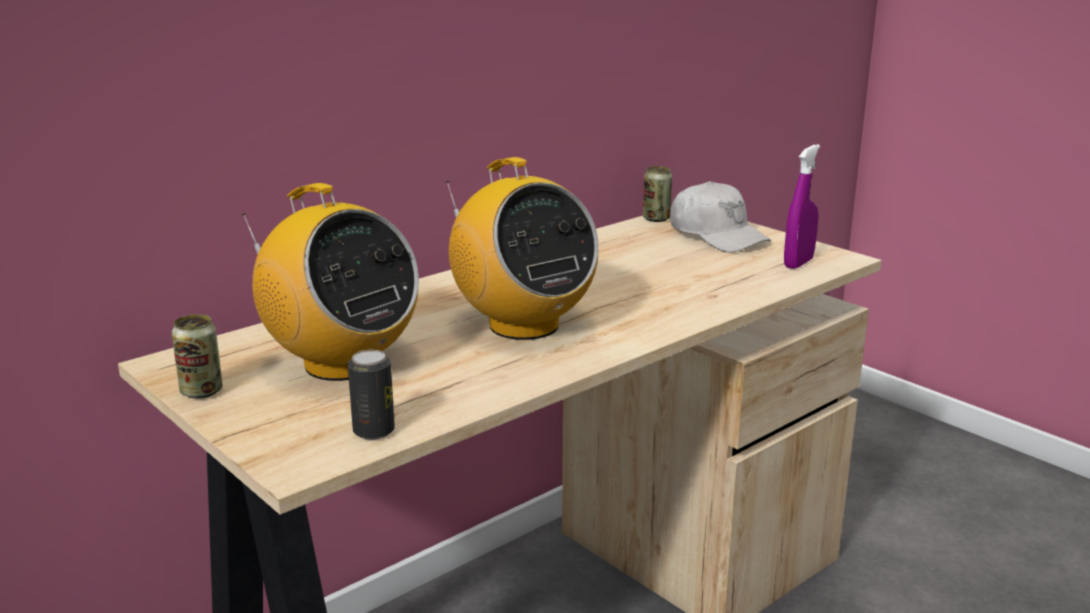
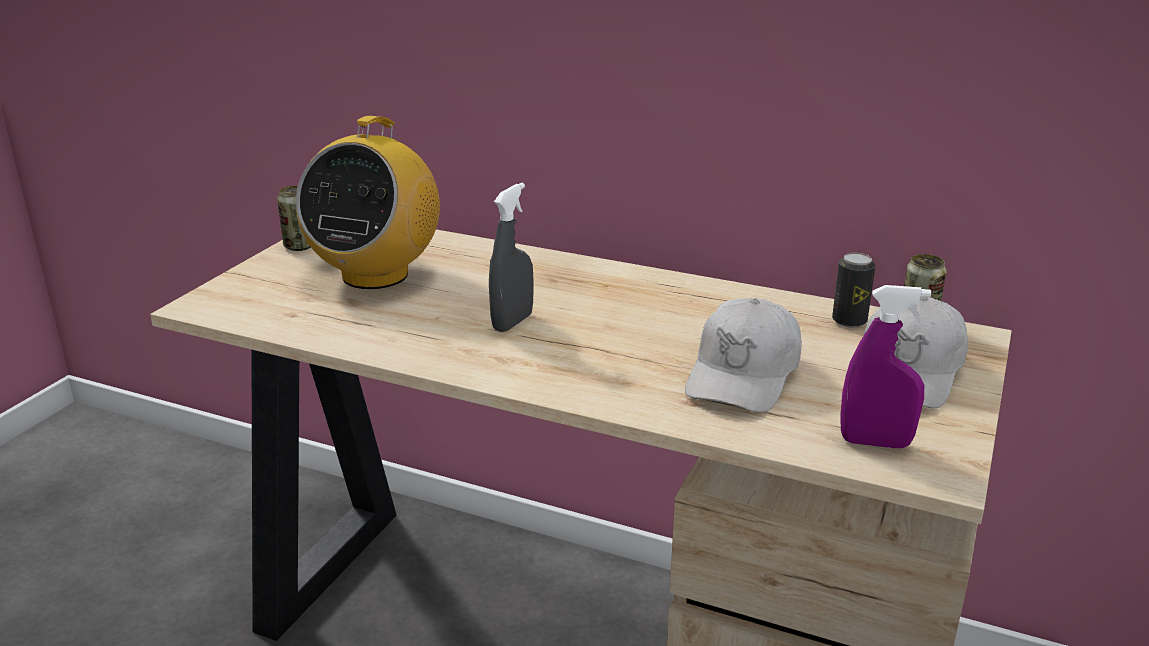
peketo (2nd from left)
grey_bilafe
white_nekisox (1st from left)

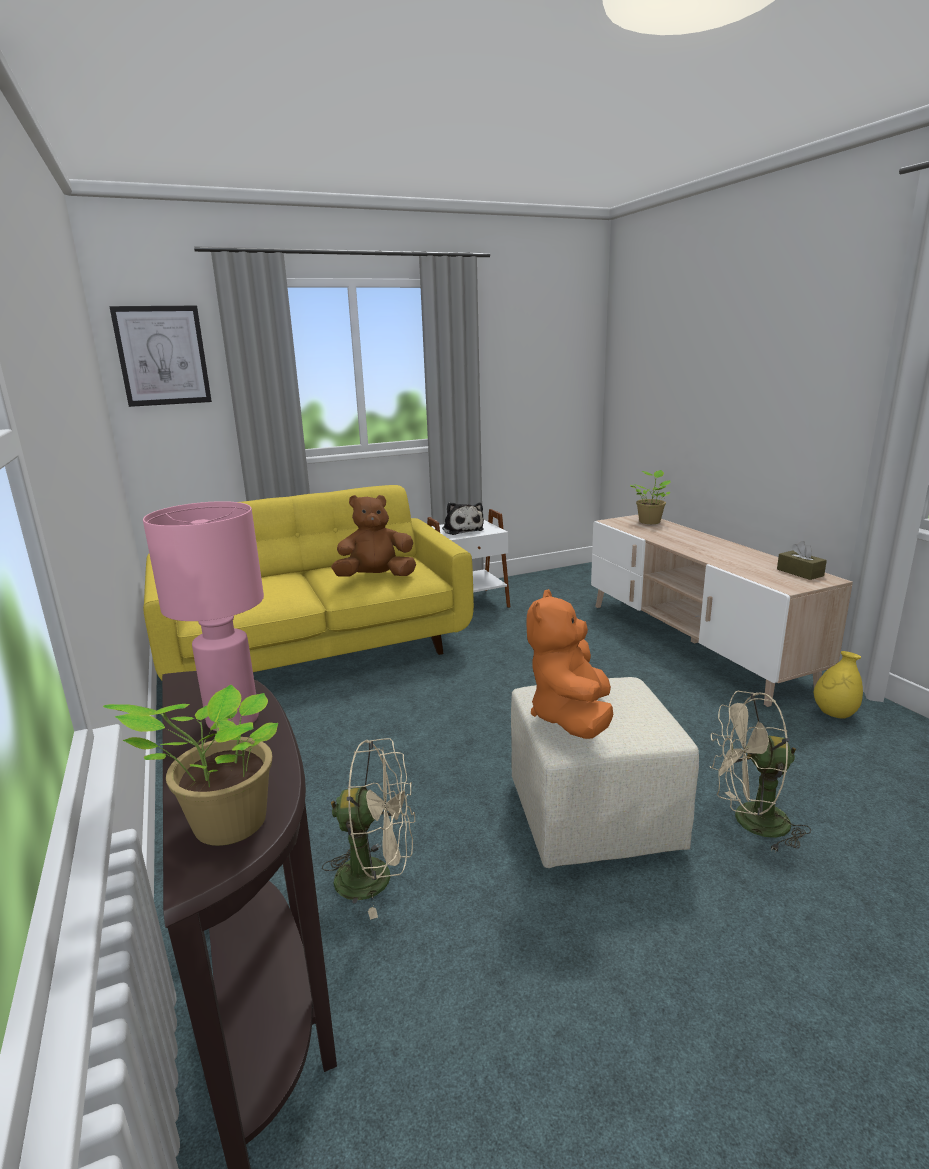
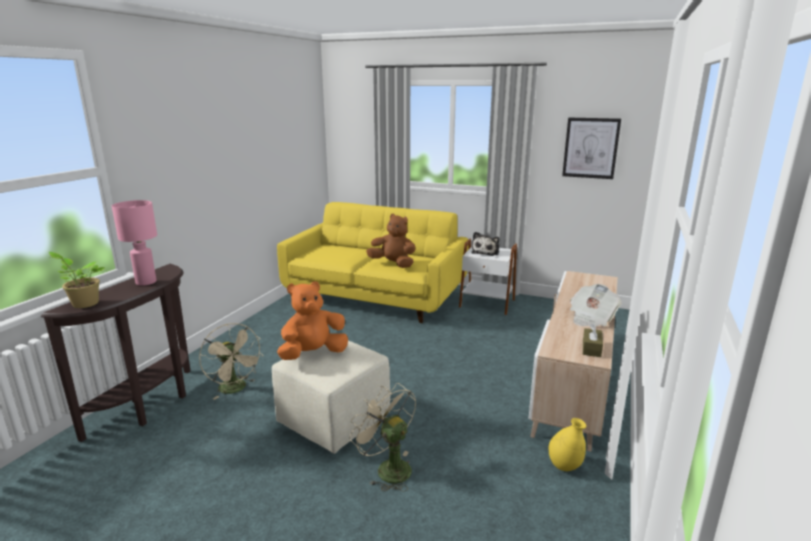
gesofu
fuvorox (2nd from left in the first image)
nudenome

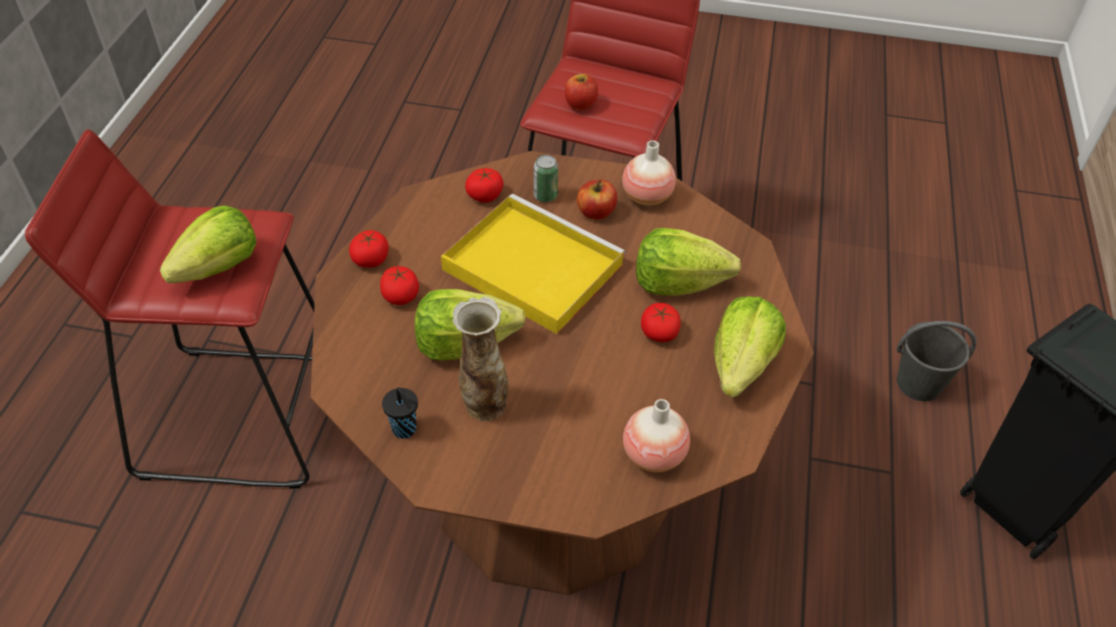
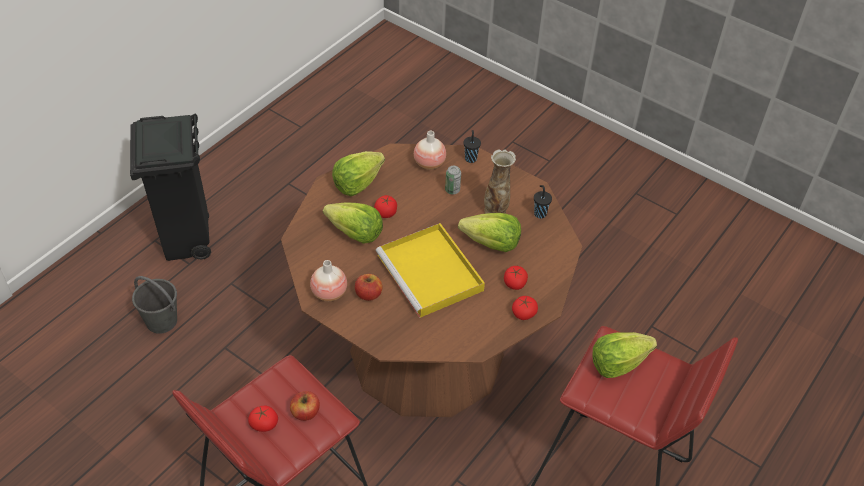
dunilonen (1st from left)
peketo
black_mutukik (1st from left)

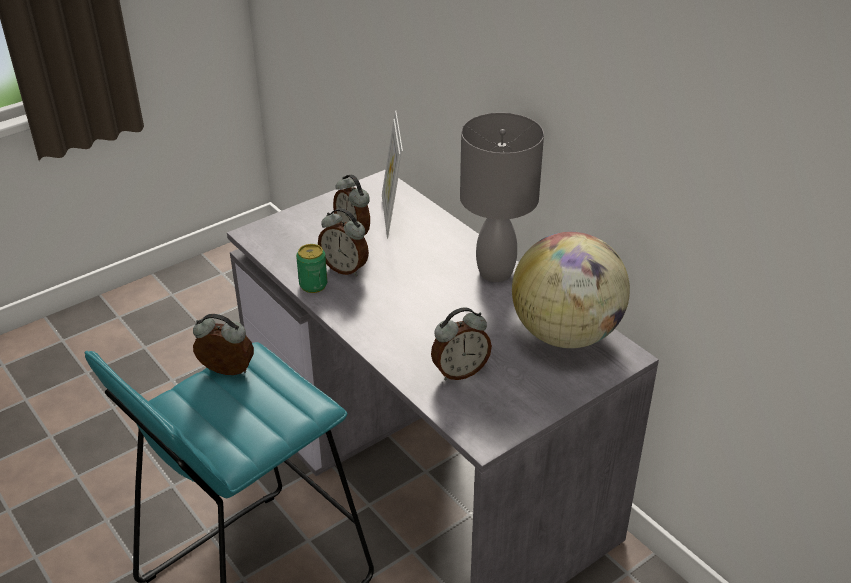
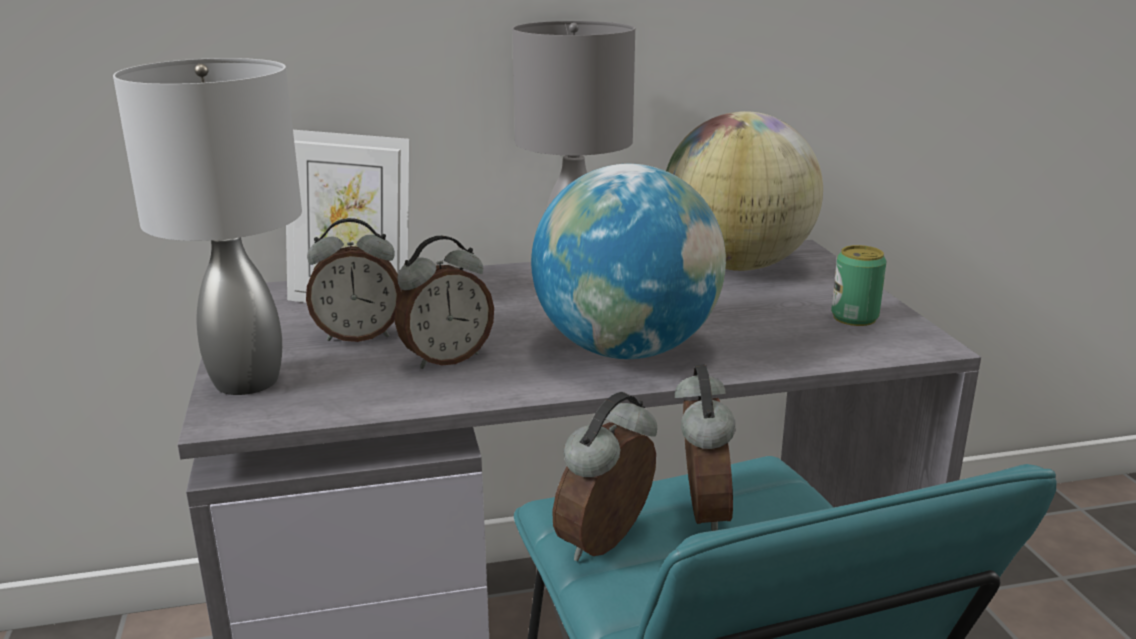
peketo
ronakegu (4th from left)
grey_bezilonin (1st from left)
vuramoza (1st from left)

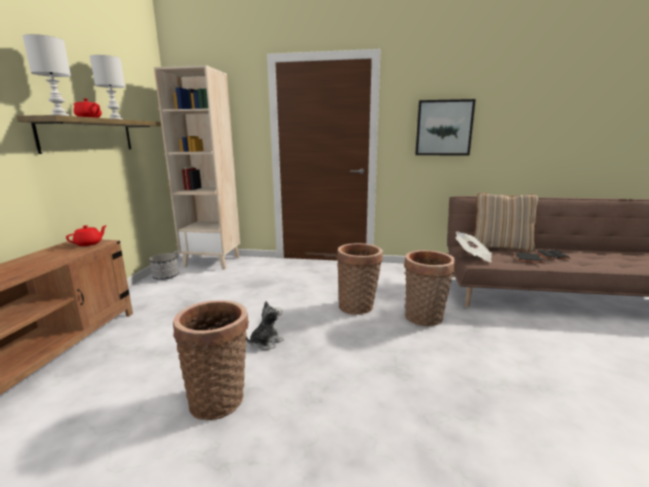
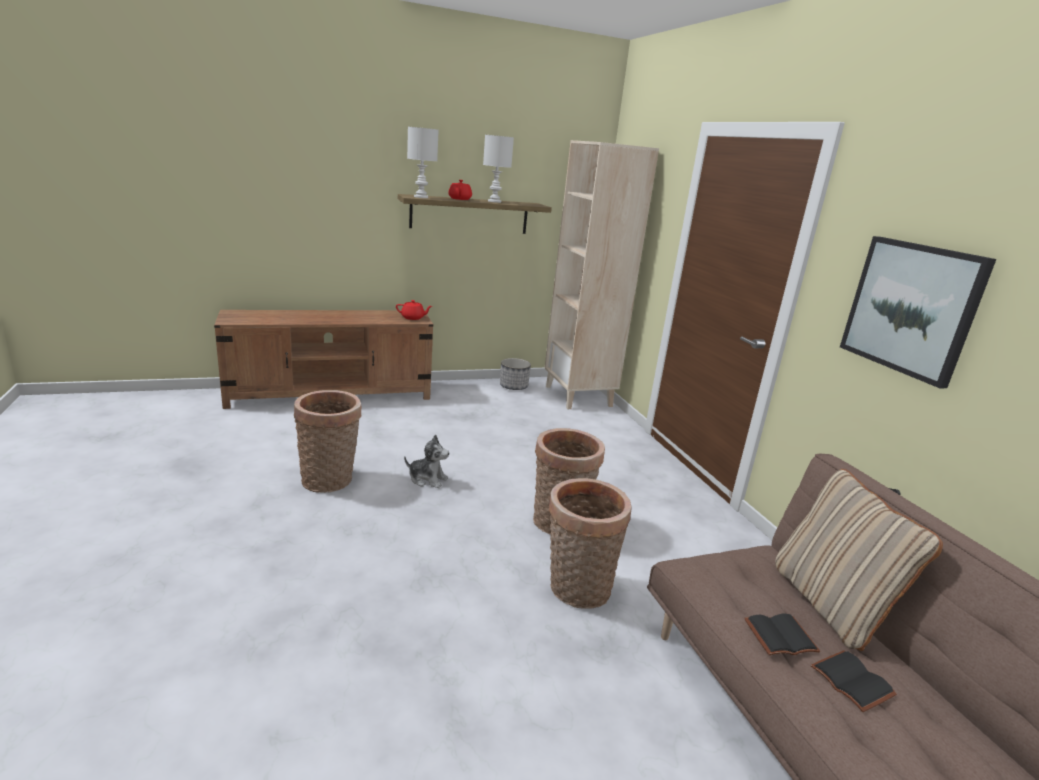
nudenome

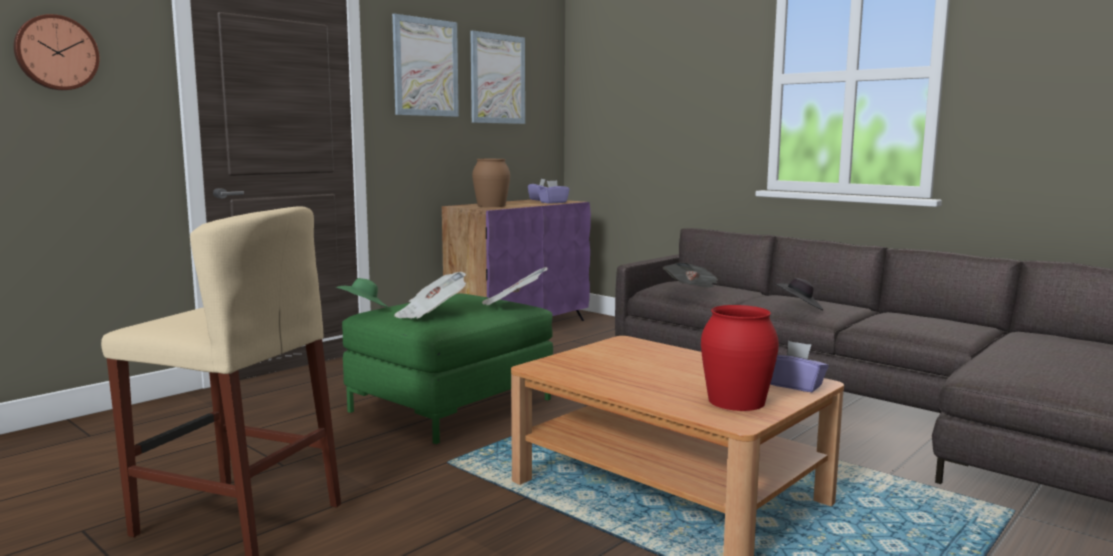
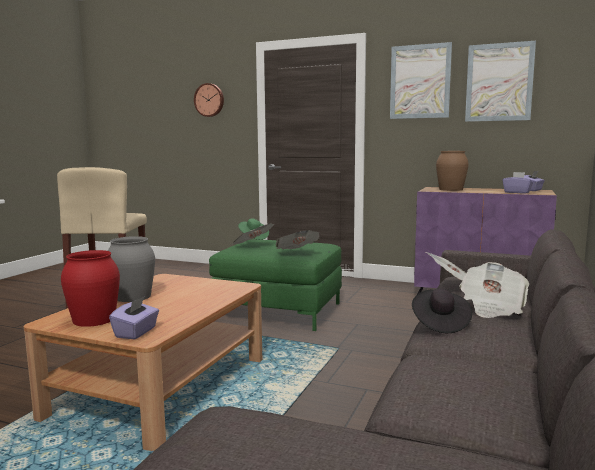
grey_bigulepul
nudenome (4th from left)

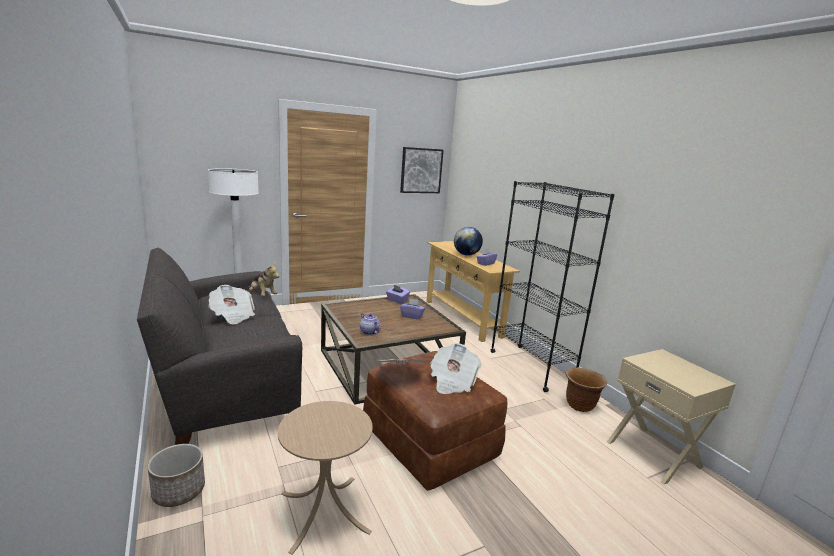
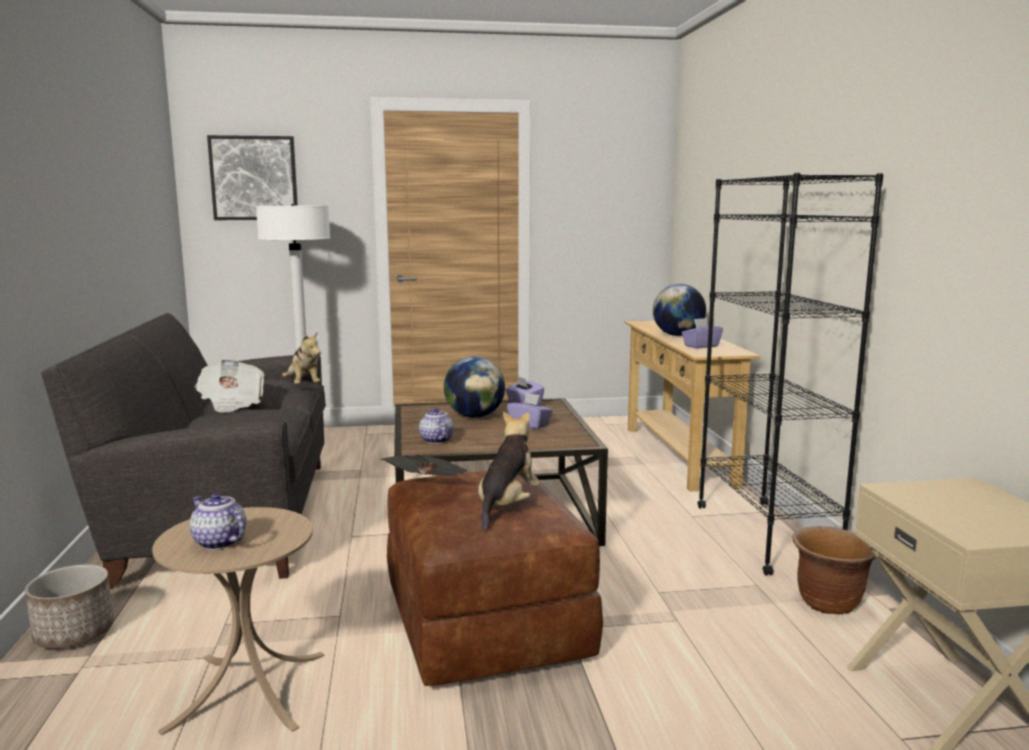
gesofu
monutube (2nd from left)
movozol (1st from left)
vuramoza (1st from left)

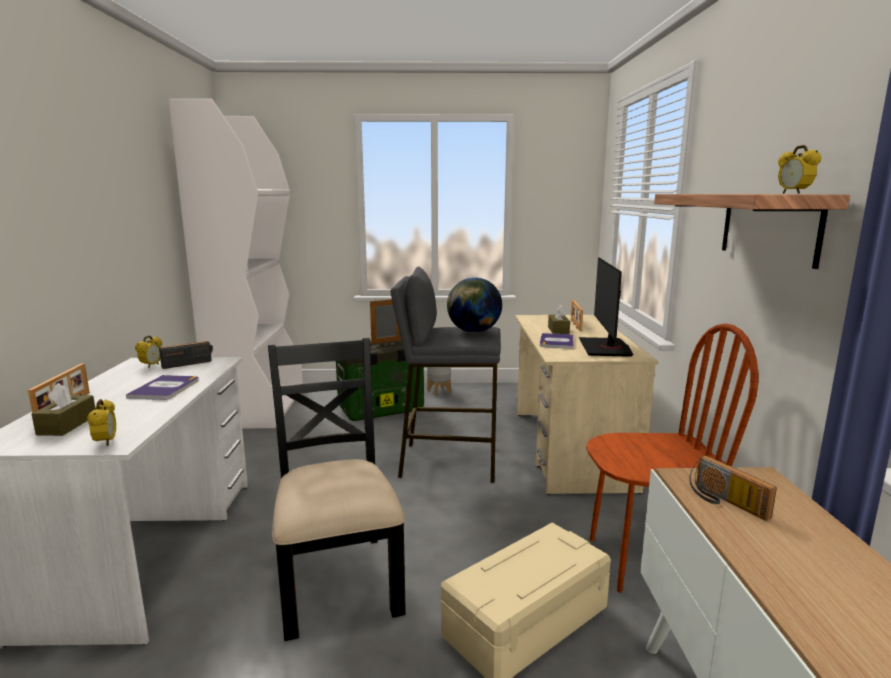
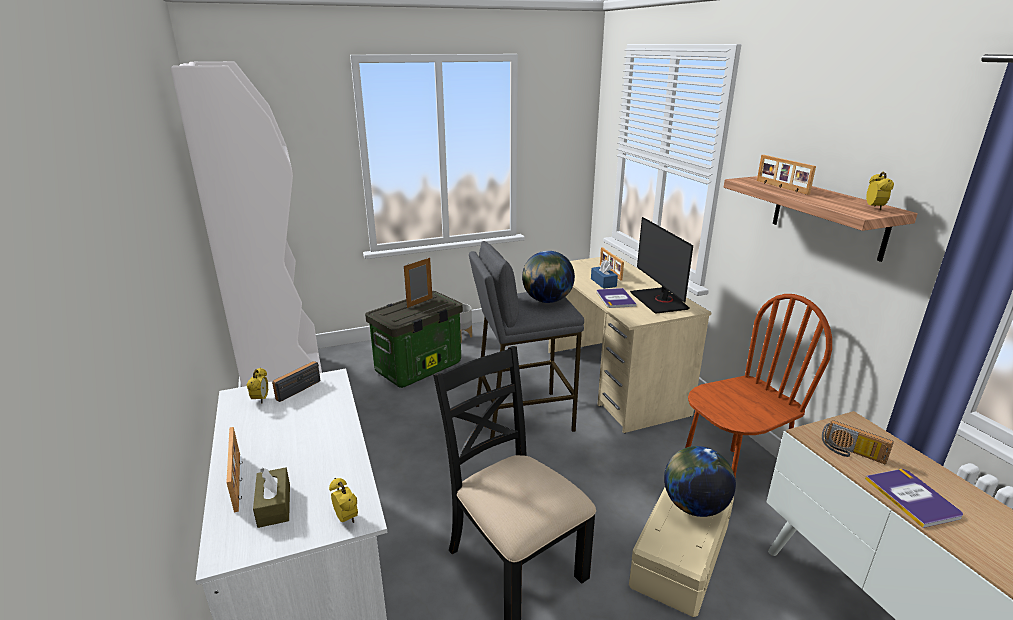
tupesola (2nd from left)
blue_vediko
ronakegu (3rd from left)
vuramoza (2nd from left)
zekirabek (4th from left)

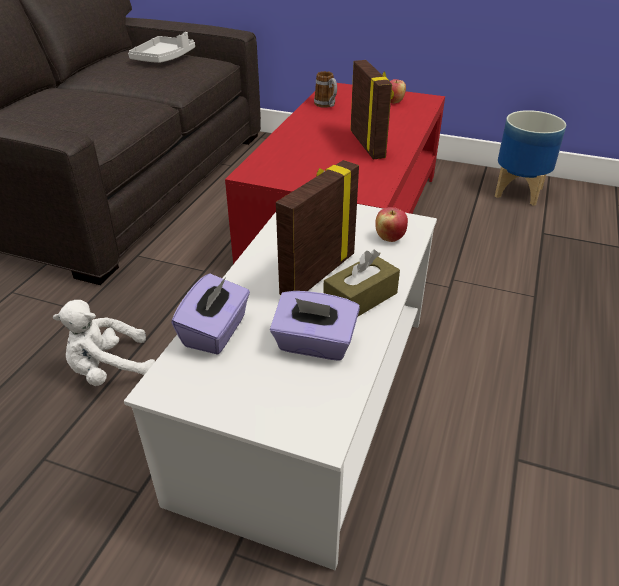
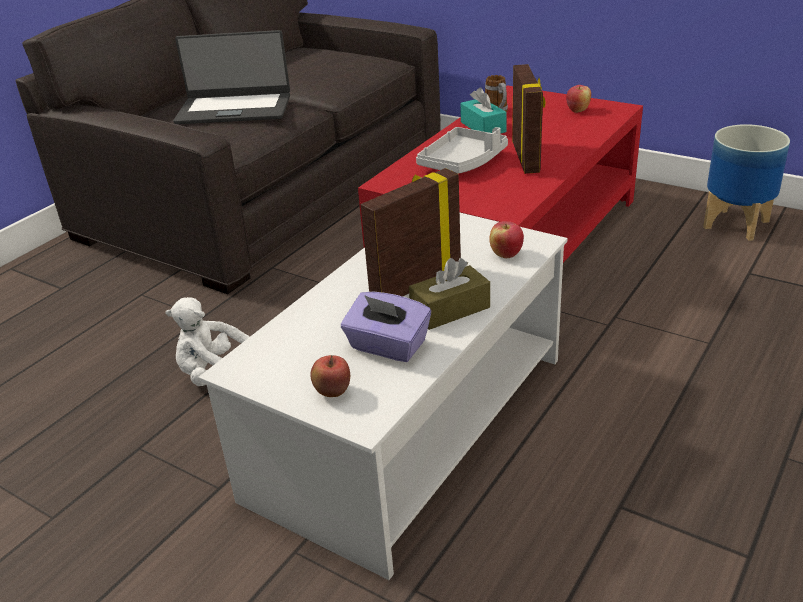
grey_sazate
purple_vediko (1st from left in the first image)
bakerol
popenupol (1st from left)
turquoise_vediko

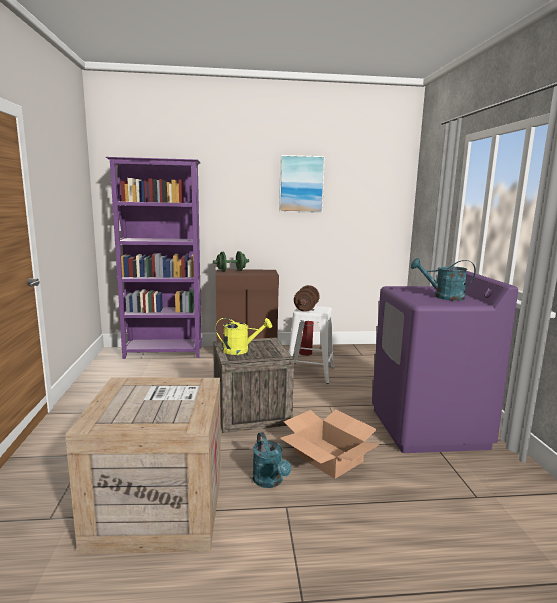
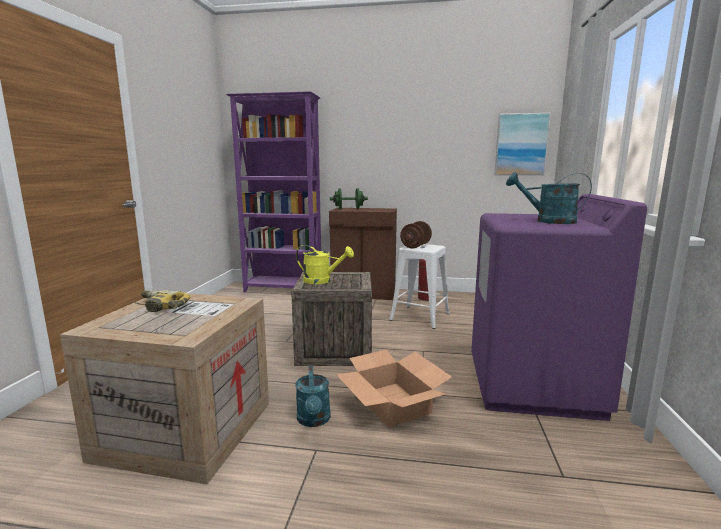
gesofu
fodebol

